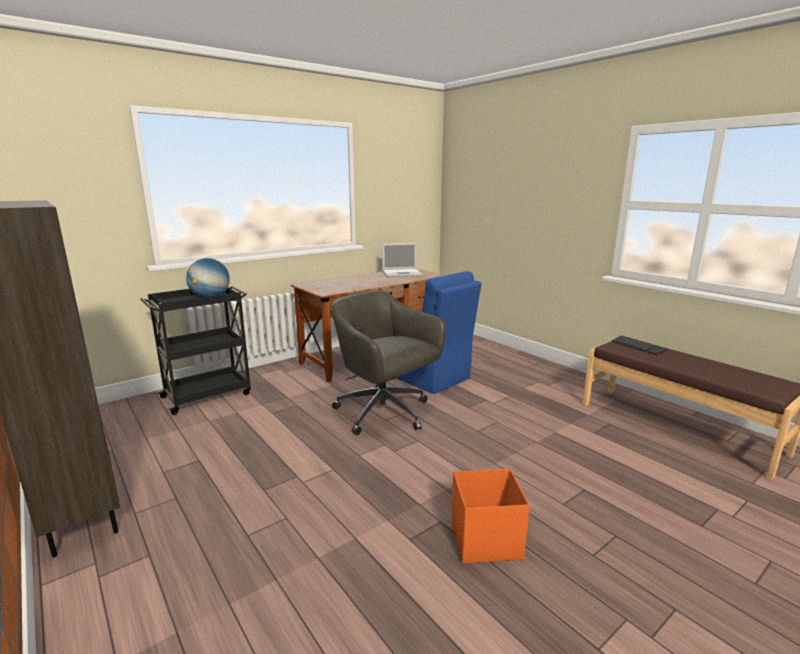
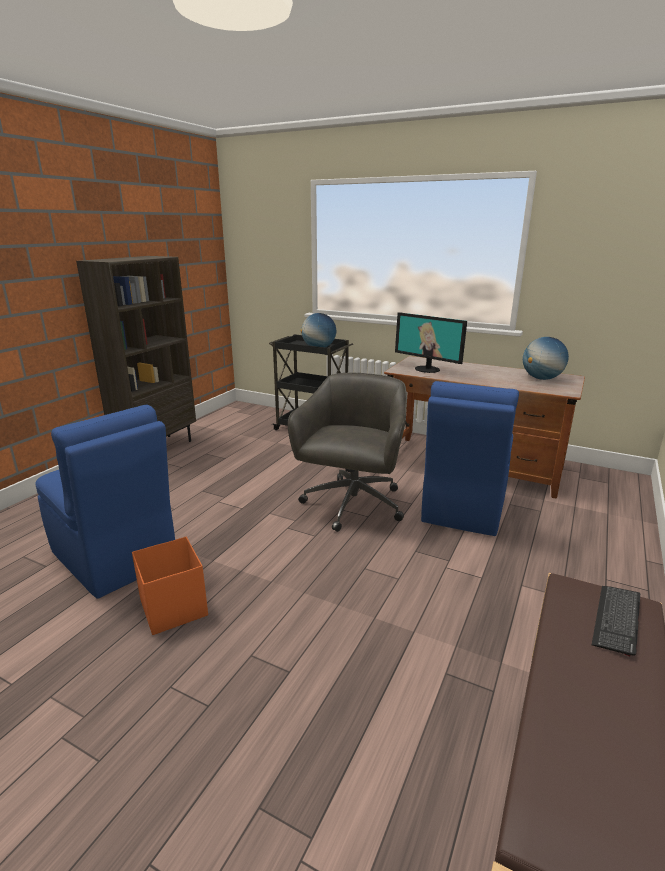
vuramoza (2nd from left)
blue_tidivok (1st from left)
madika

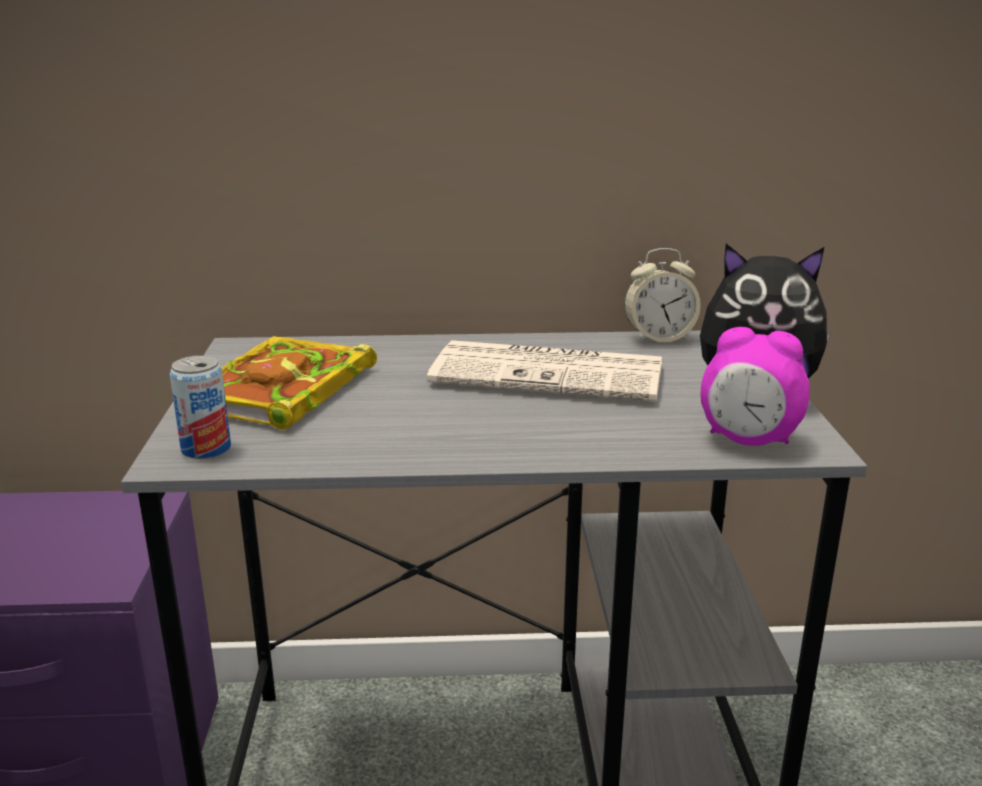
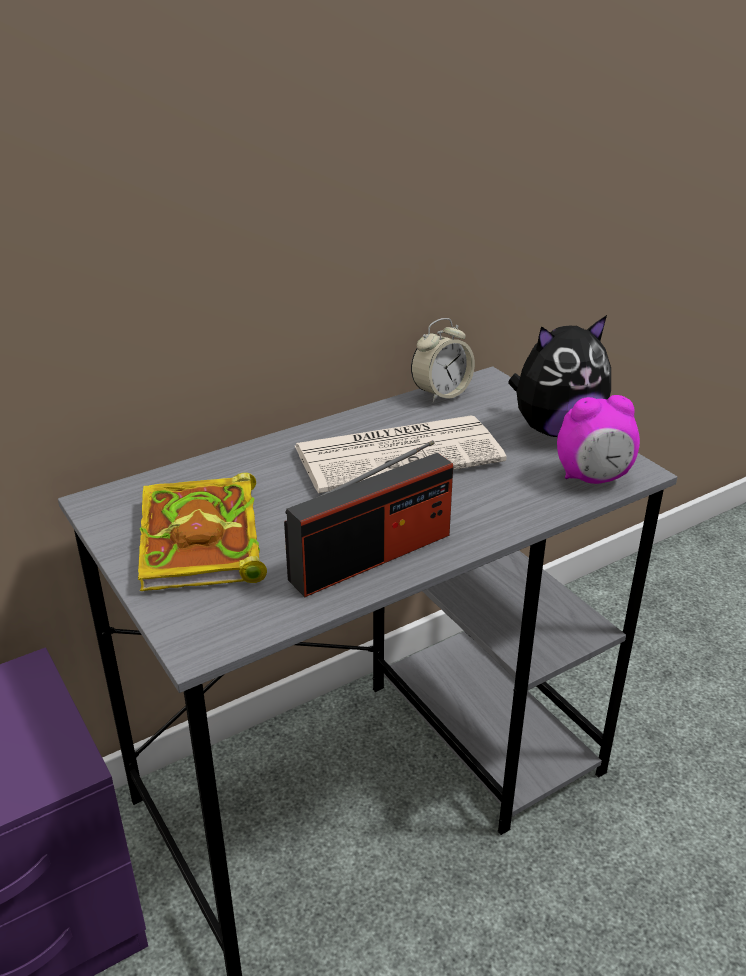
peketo
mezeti

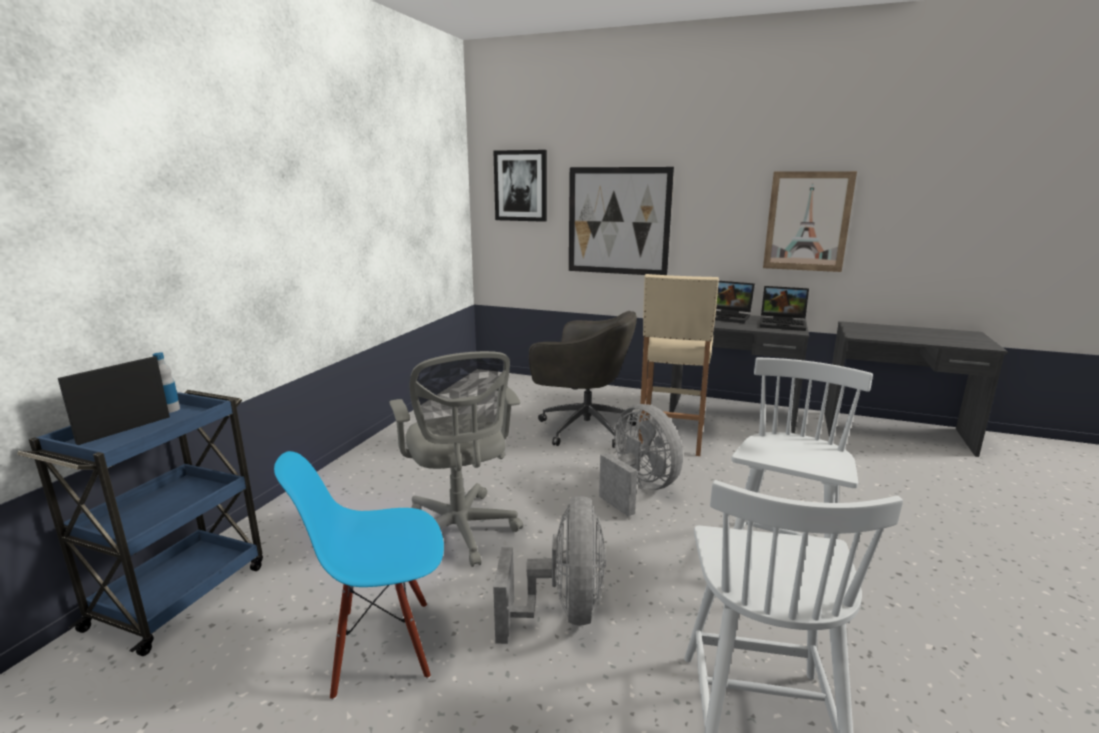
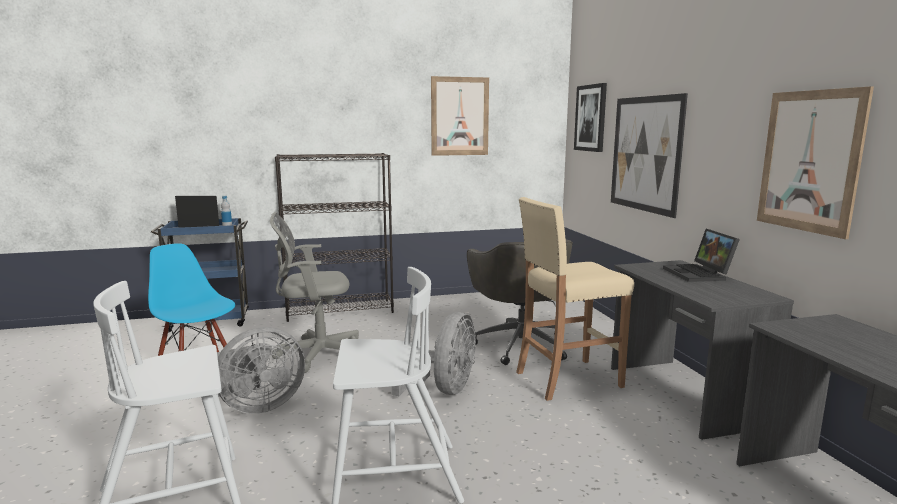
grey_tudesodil (1st from left)
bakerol (2nd from left in the first image)
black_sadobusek
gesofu (1st from left)

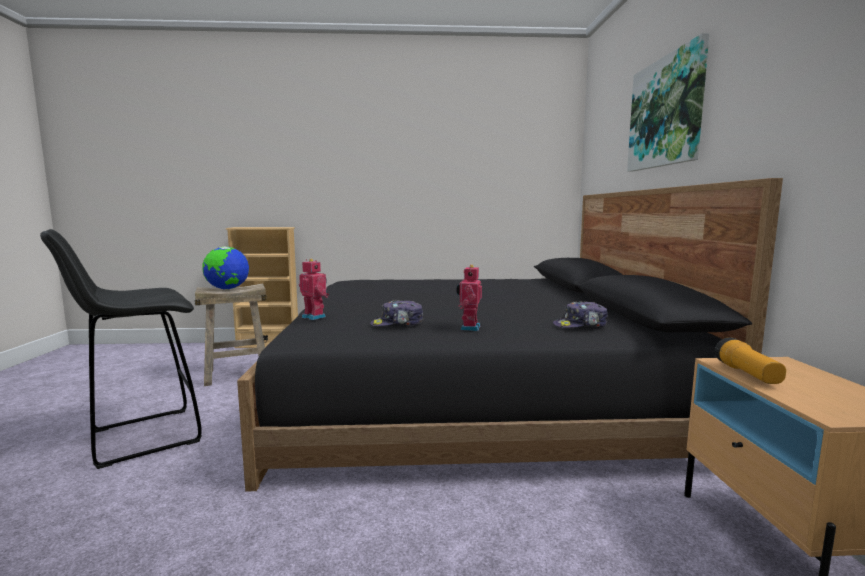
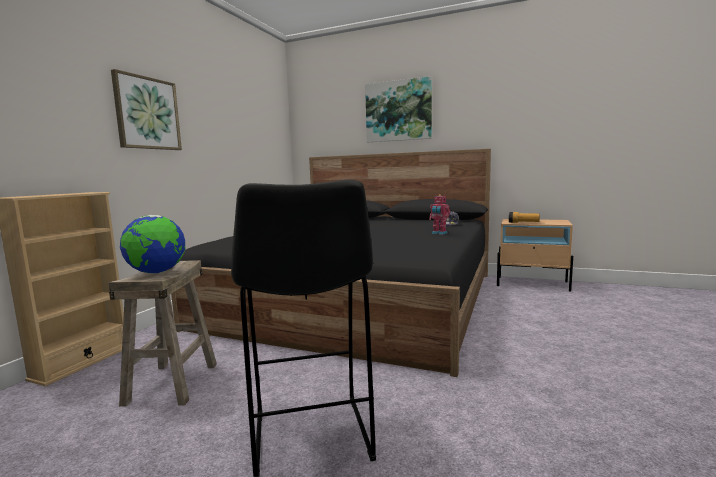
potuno (1st from left in the first image)
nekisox (1st from left in the first image)
gesofu (1st from left)

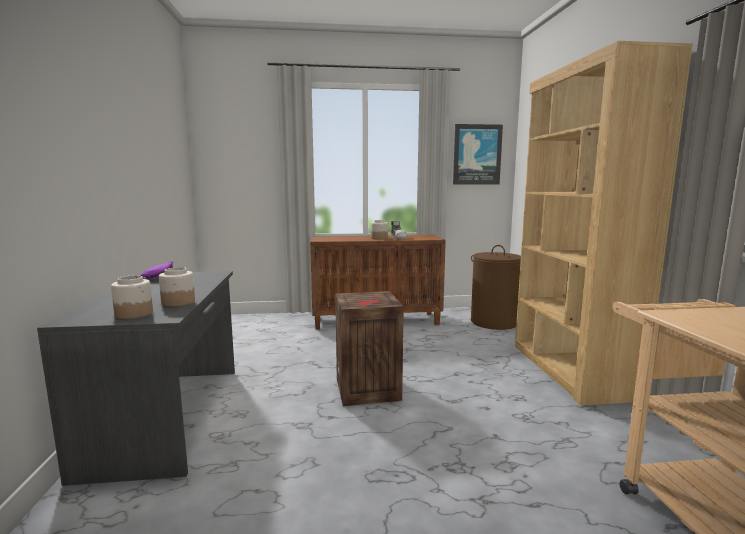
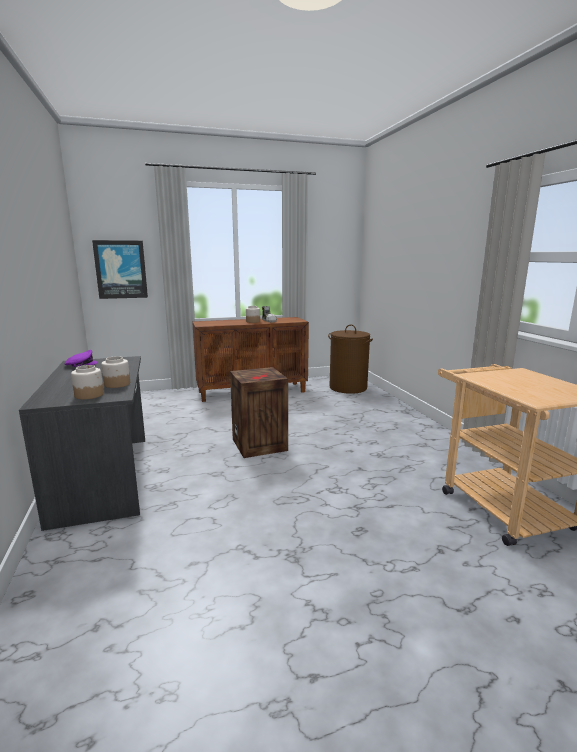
gesofu
brown_sadobusek

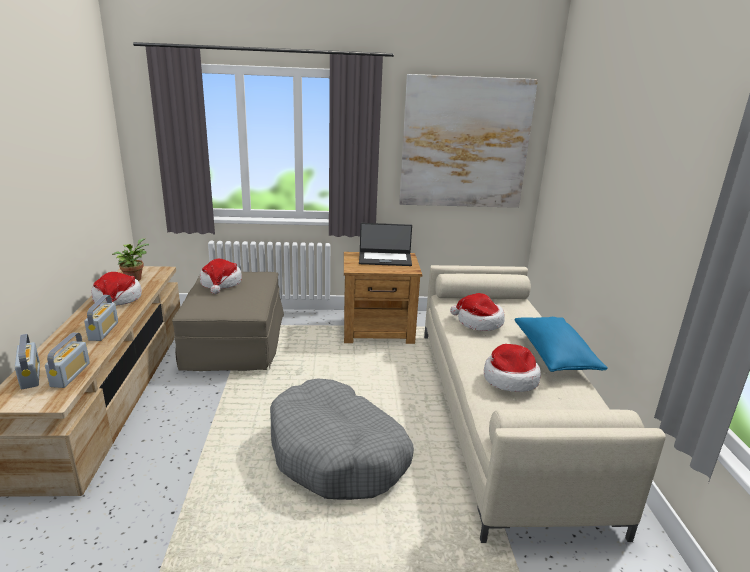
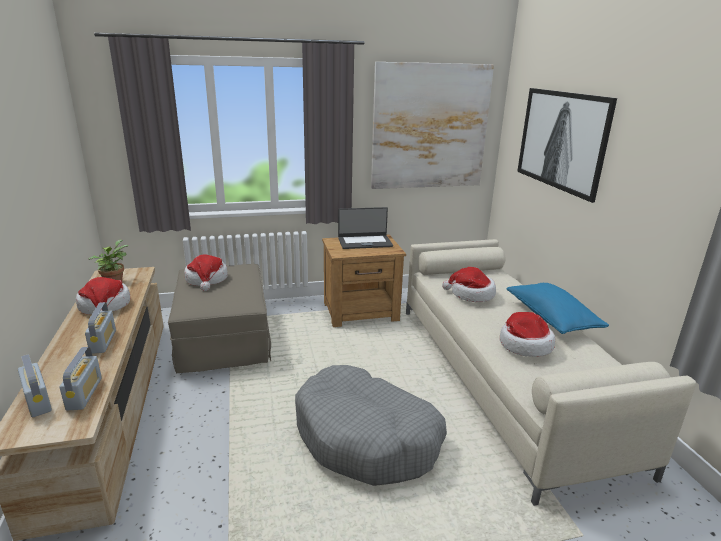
gesofu (2nd from left)

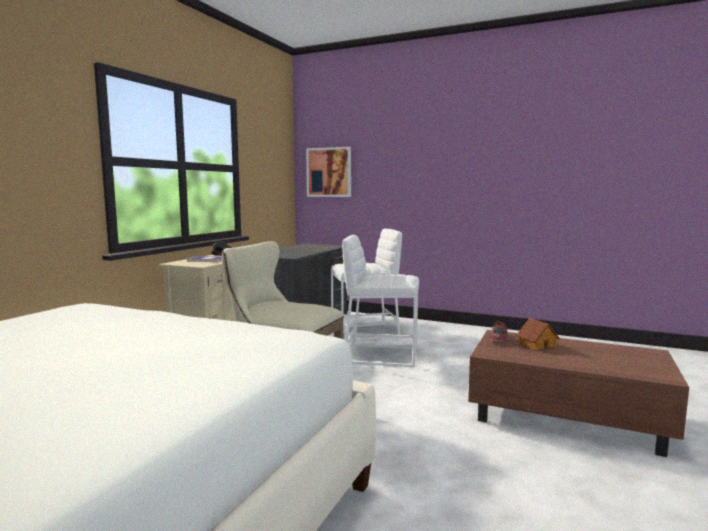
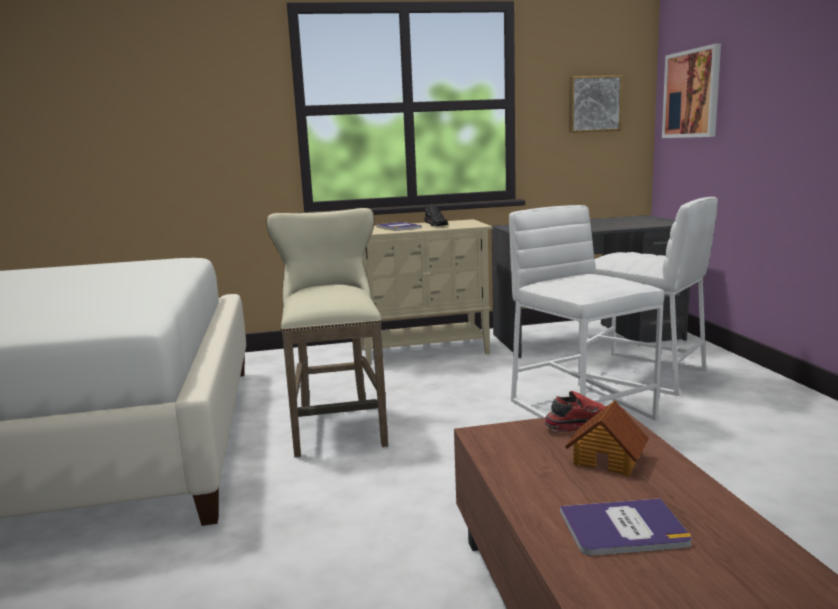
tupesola (2nd from left)
gesofu (1st from left)

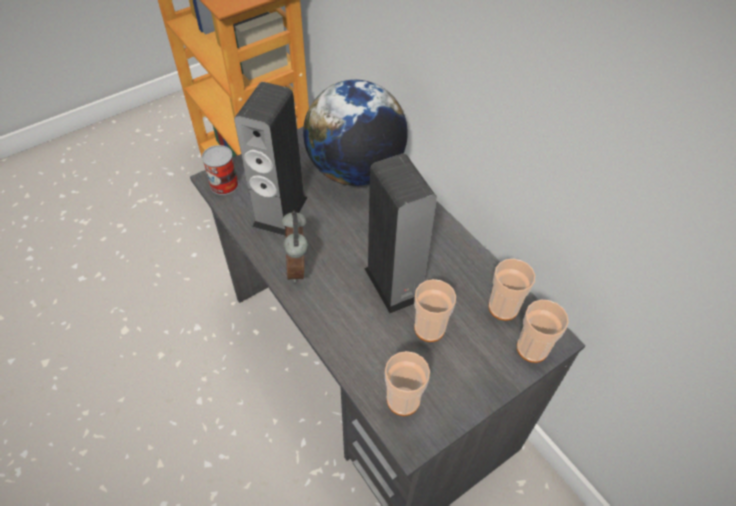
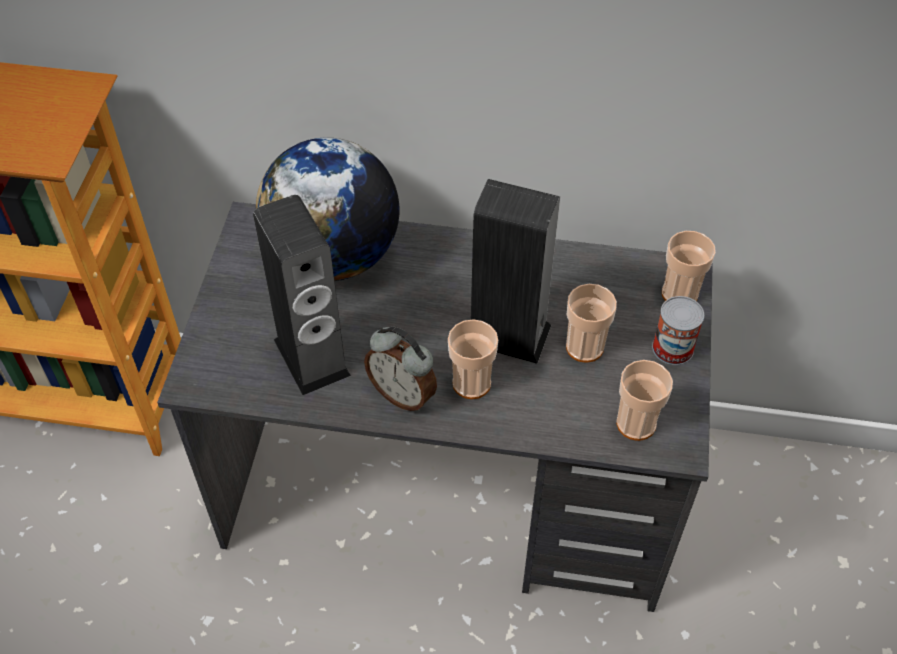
peketo
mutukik (1st from left)

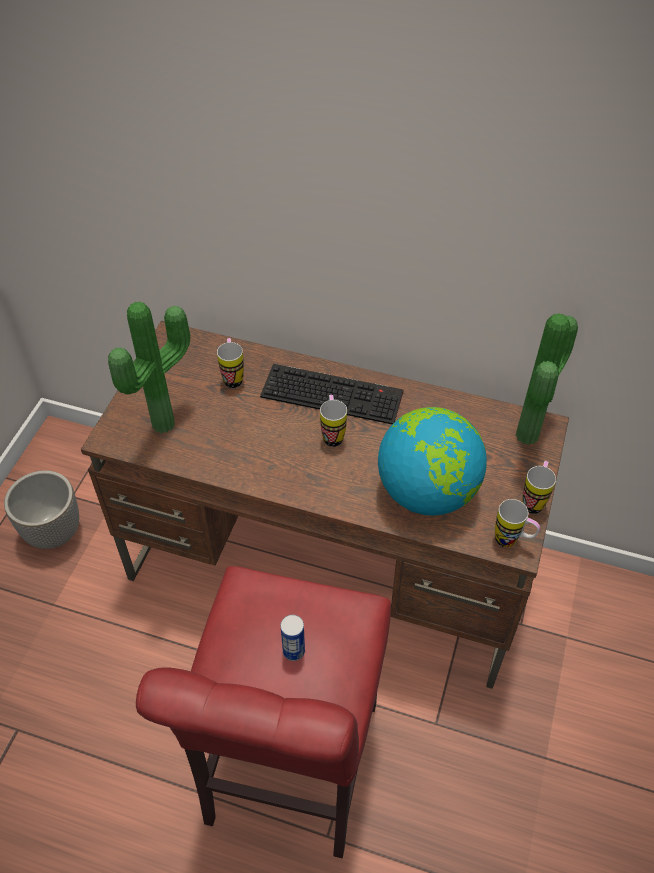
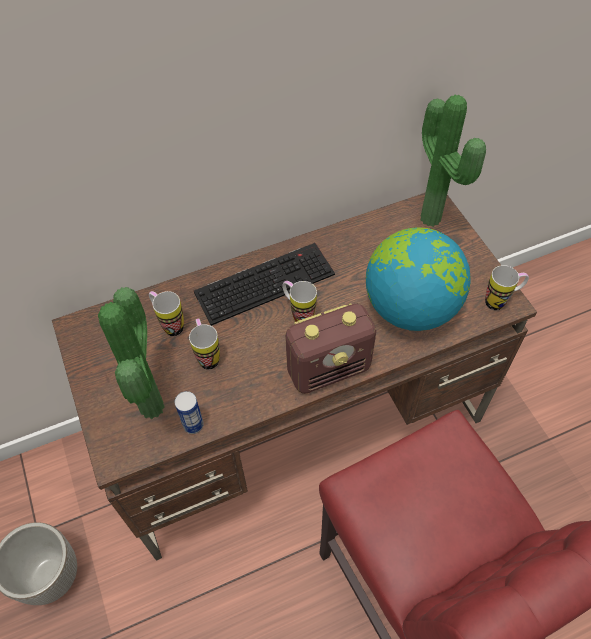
peketo
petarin (2nd from left)
mezeti

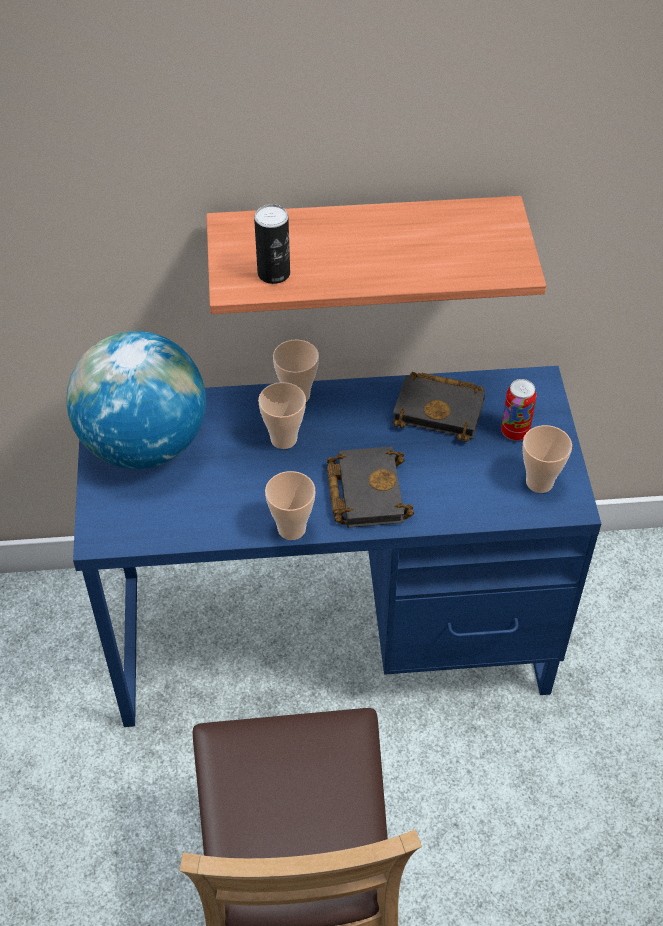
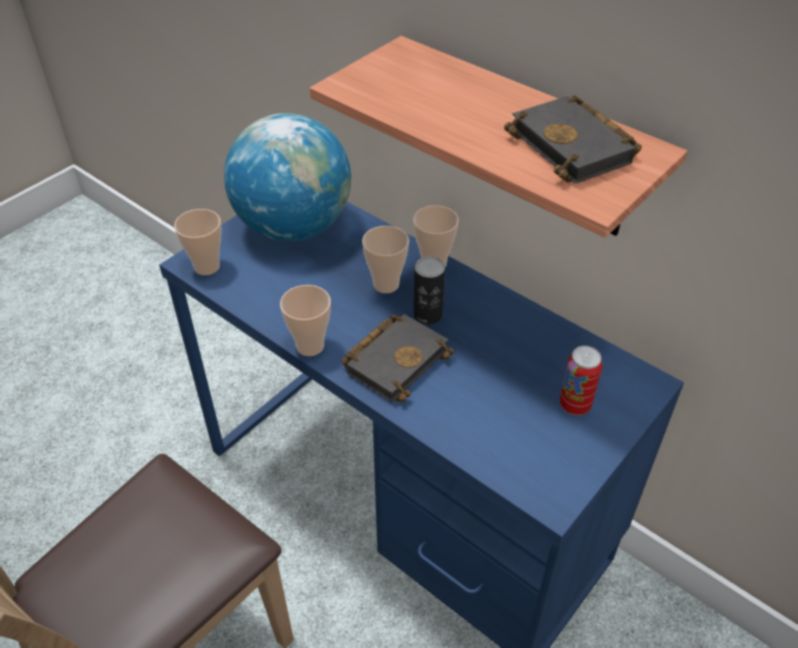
peketo (1st from left)
black_tupesola (2nd from left)
mutukik (1st from left)

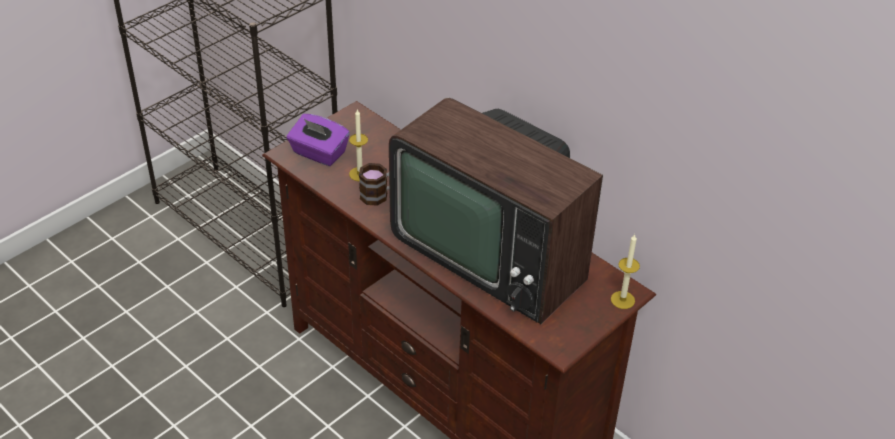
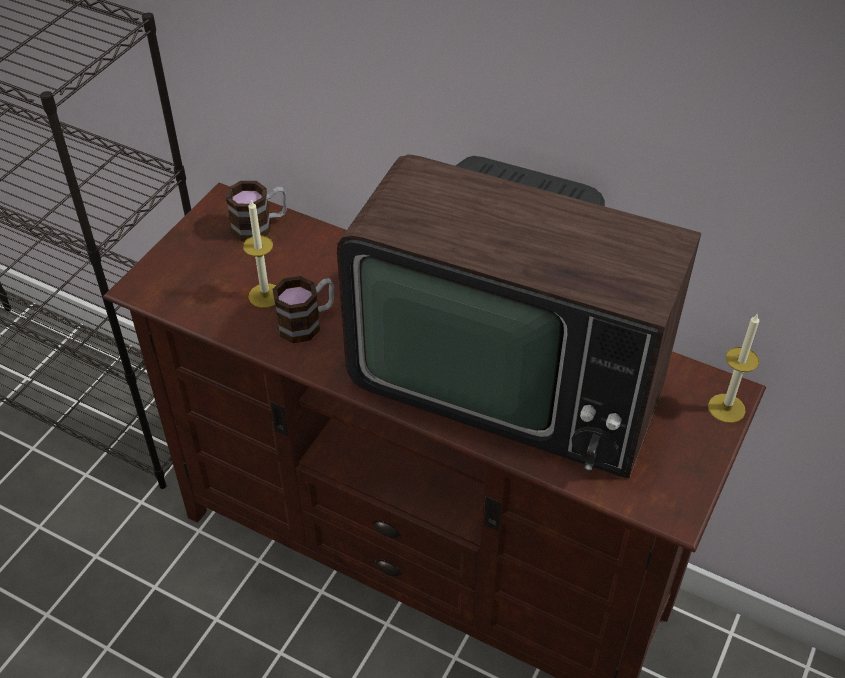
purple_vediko
petarin (1st from left)

